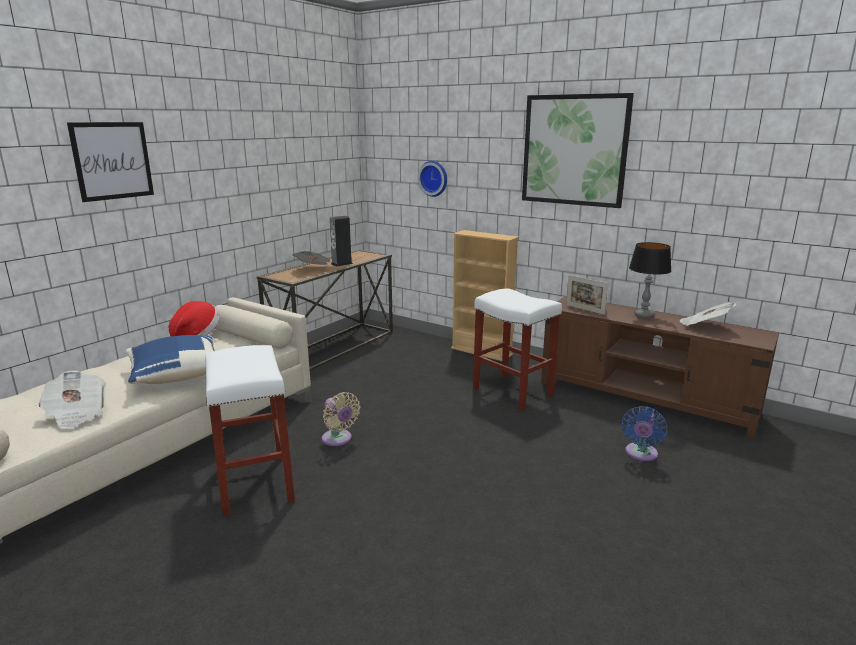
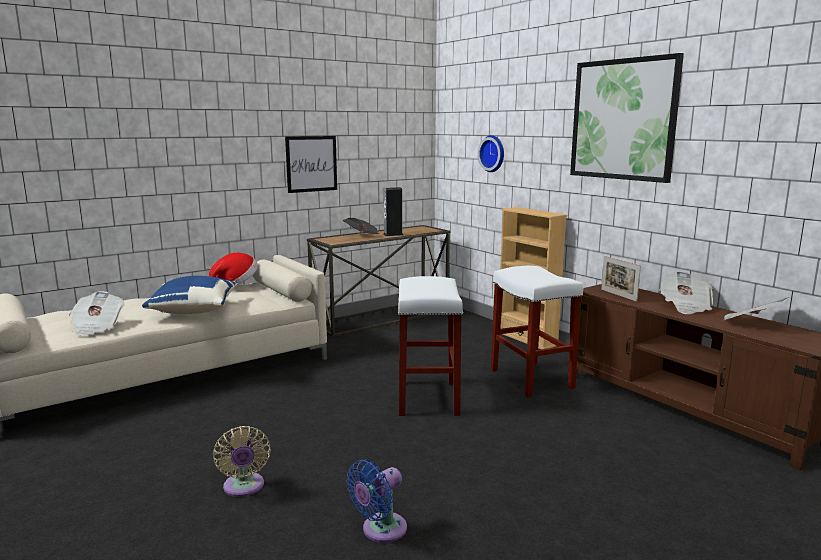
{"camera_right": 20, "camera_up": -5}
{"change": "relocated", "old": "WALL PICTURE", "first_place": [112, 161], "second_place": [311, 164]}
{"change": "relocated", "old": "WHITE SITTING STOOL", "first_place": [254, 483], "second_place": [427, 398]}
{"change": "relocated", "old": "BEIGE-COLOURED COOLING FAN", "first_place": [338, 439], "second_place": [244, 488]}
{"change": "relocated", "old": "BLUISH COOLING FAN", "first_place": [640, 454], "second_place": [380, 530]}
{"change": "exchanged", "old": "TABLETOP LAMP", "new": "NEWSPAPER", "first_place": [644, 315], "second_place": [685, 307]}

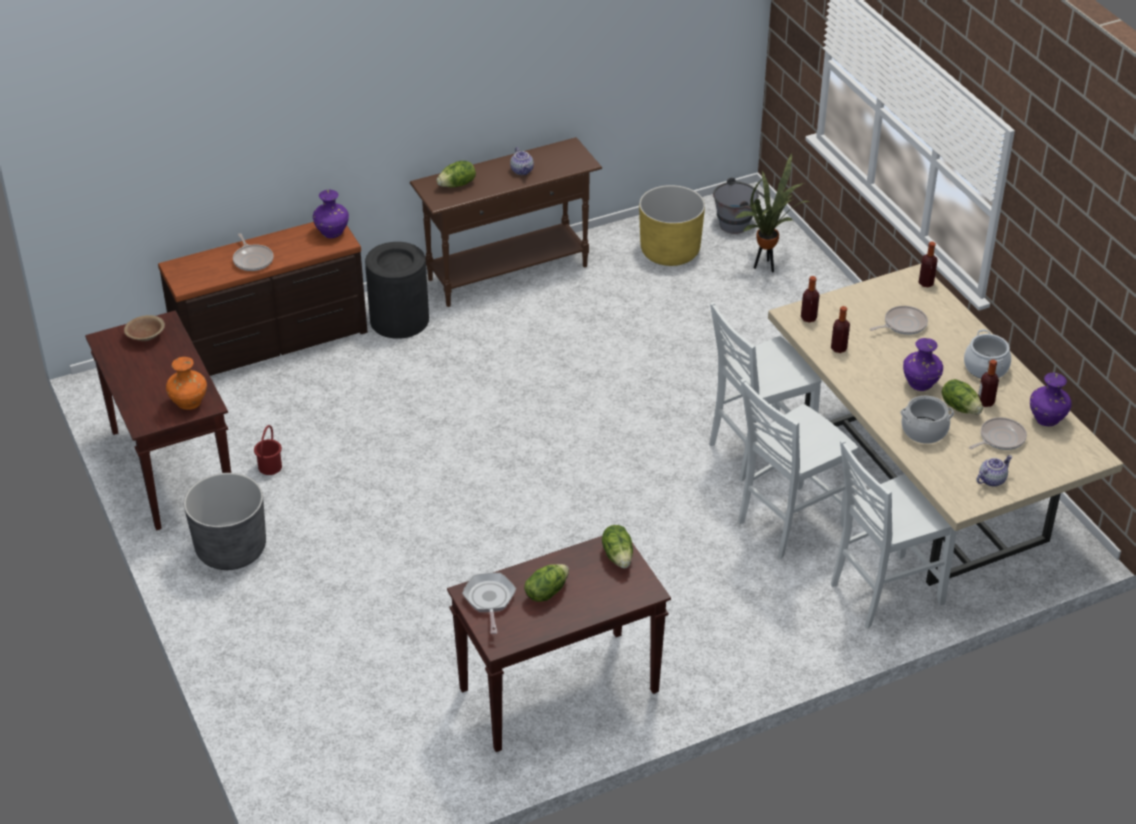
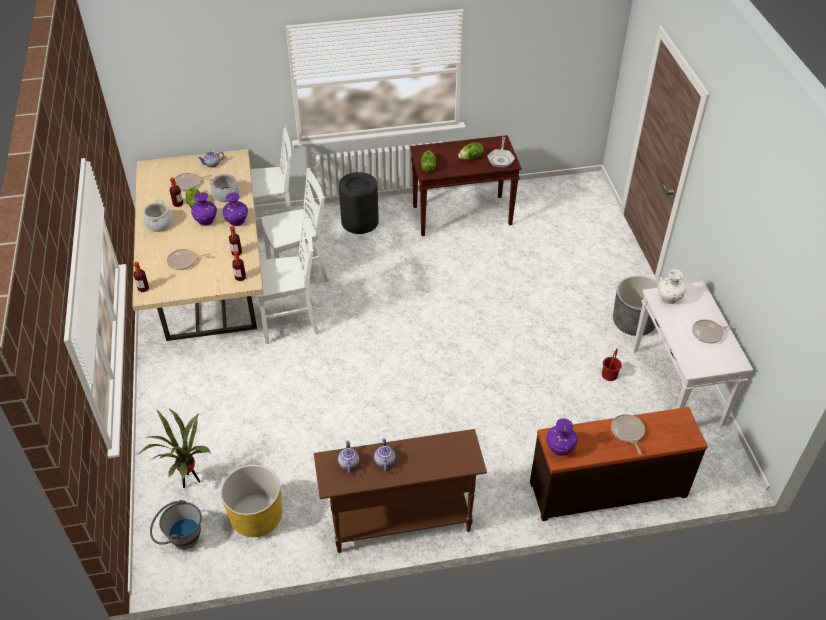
{"camera_right": -165, "camera_up": 5}
{"change": "colour", "old": "BROWN-COLOURED HALL TABLE", "new": "WHITE HALL TABLE", "first_place": [171, 468], "second_place": [677, 387]}
{"change": "missing", "old": "BROWN-COLOURED DEEP DISH", "first_place": [146, 336]}
{"change": "colour", "old": "ORANGE-COLOURED VASE", "new": "WHITE VASE", "first_place": [189, 403], "second_place": [668, 298]}
{"change": "relocated", "old": "BLACK-COLOURED TRASH CAN", "first_place": [399, 320], "second_place": [360, 221]}
{"change": "missing", "old": "LETTUCE HEAD", "first_place": [457, 184]}
{"change": "relocated", "old": "PURPLE VASE", "first_place": [1047, 419], "second_place": [236, 221]}
{"change": "appeared", "new": "POT FOR TEA", "second_place": [348, 463]}
{"change": "appeared", "new": "SKILLET", "second_place": [709, 333]}

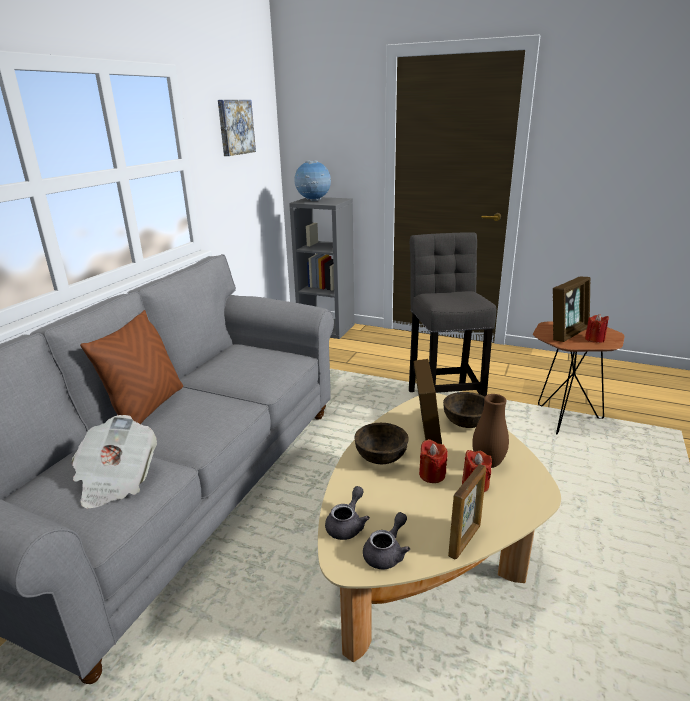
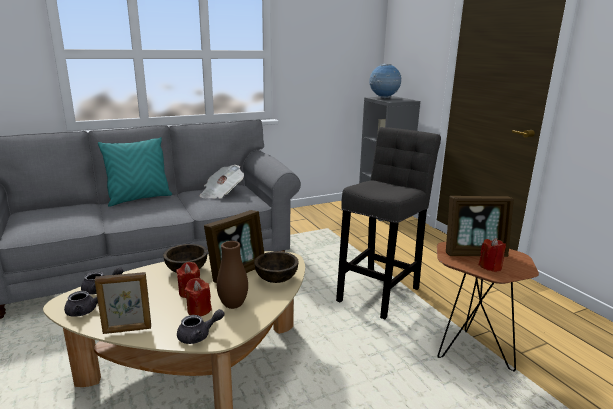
{"camera_right": 40, "camera_up": -5}
{"change": "relocated", "old": "NEWSPAPER", "first_place": [116, 479], "second_place": [221, 193]}
{"change": "colour", "old": "BROWN-COLOURED PILLOW", "new": "BLUE-GREEN PILLOW", "first_place": [147, 408], "second_place": [139, 199]}
{"change": "missing", "old": "WALL PICTURE", "first_place": [235, 127]}
{"change": "appeared", "new": "GRAY POT FOR TEA", "second_place": [199, 336]}

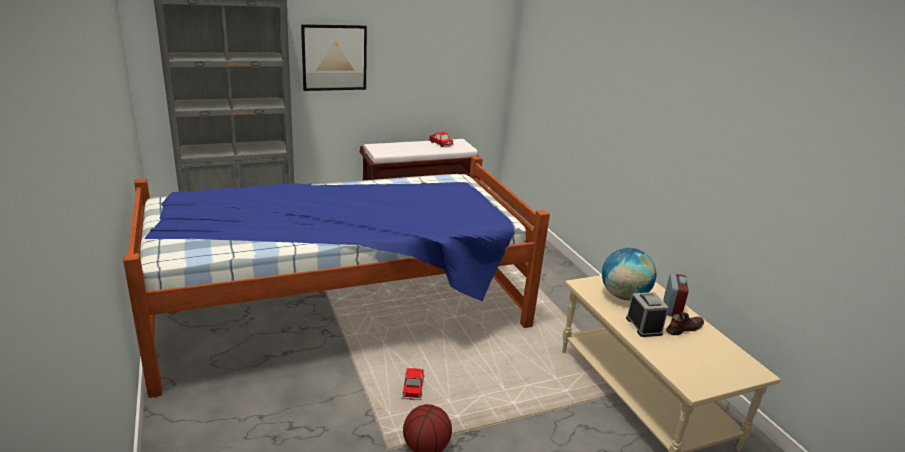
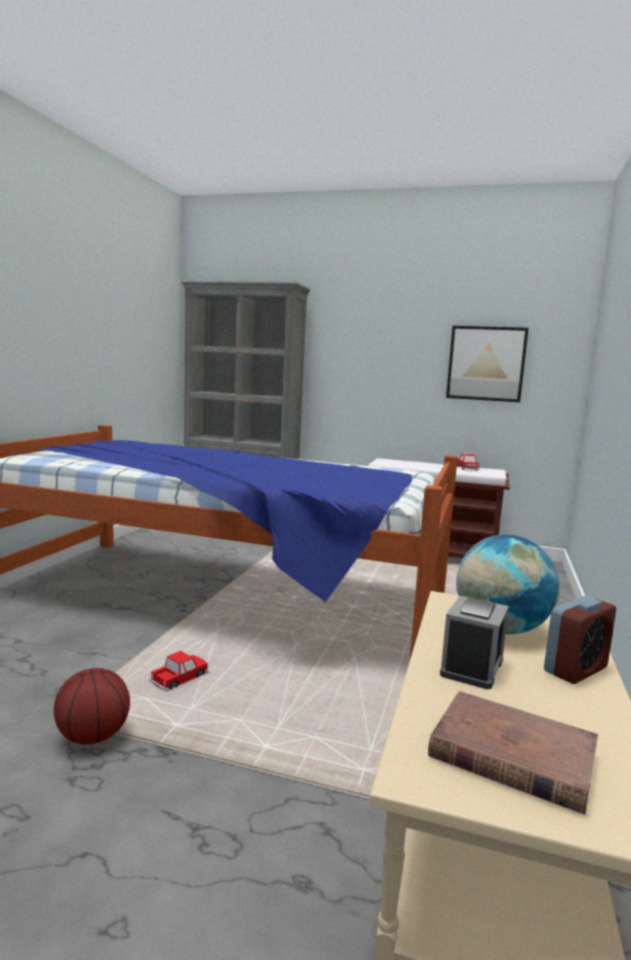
{"camera_right": 40, "camera_up": -15}
{"change": "relocated", "old": "WALL PICTURE", "first_place": [334, 57], "second_place": [486, 363]}
{"change": "missing", "old": "BROWN-COLOURED SHOE", "first_place": [683, 328]}
{"change": "appeared", "new": "BROWN-COLOURED BOUND BOOK", "second_place": [511, 755]}

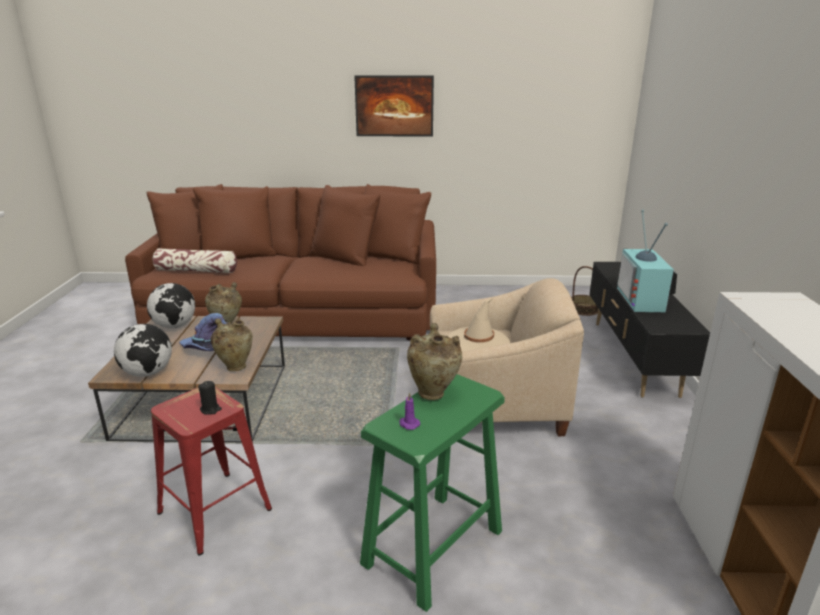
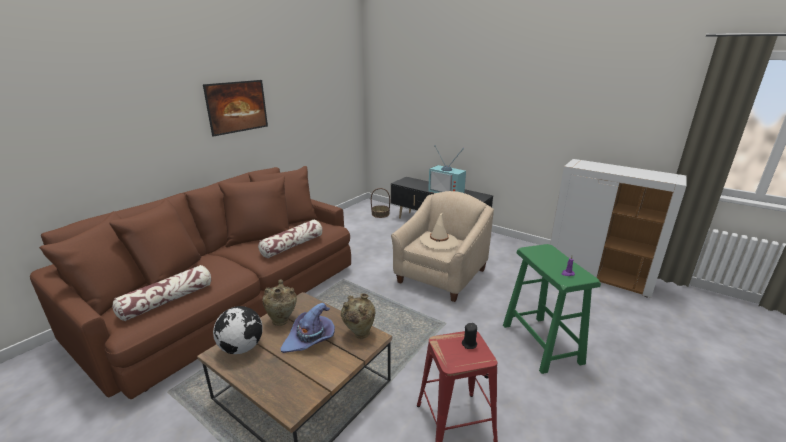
{"camera_right": -55, "camera_up": 0}
{"change": "missing", "old": "GLOBE", "first_place": [148, 373]}
{"change": "missing", "old": "BEIGE-COLOURED VASE", "first_place": [433, 393]}
{"change": "appeared", "new": "PILLOW", "second_place": [292, 245]}

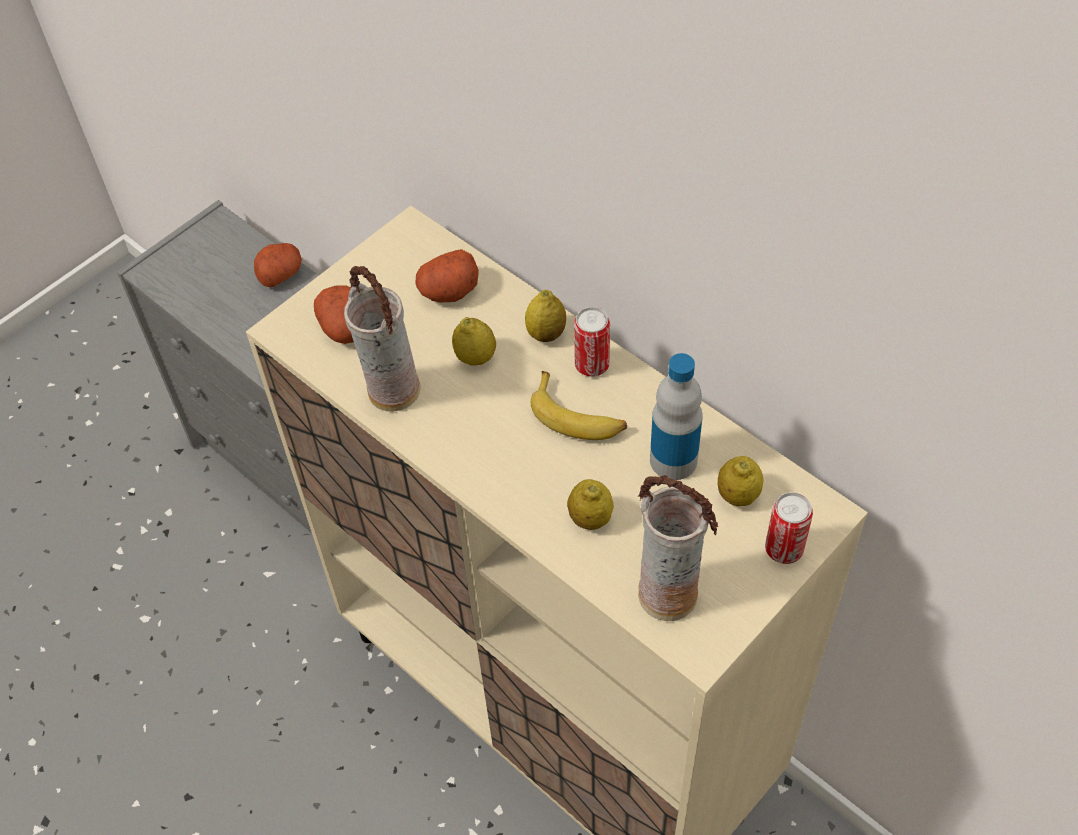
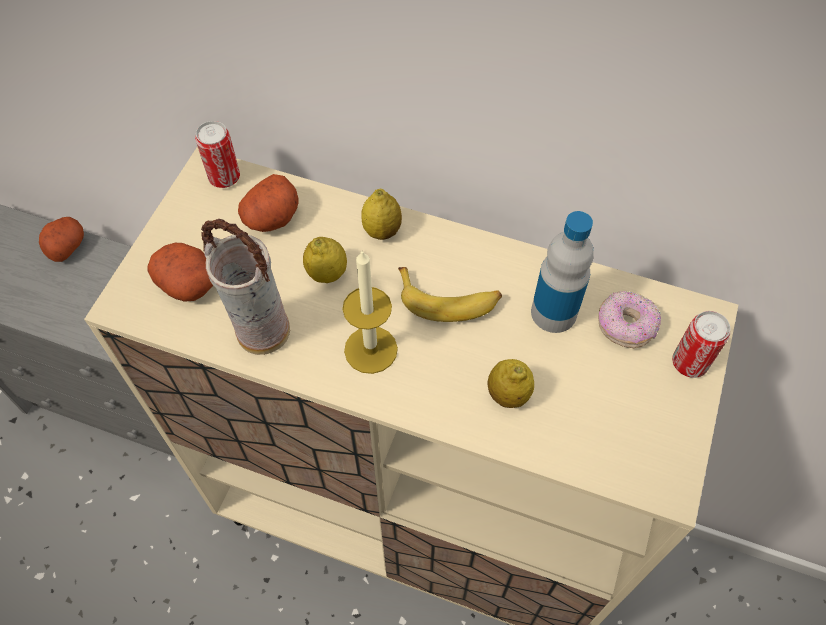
{"camera_right": -25, "camera_up": 5}
{"change": "relocated", "old": "METAL CAN", "first_place": [592, 365], "second_place": [224, 177]}
{"change": "missing", "old": "VASE", "first_place": [668, 593]}
{"change": "exchanged", "old": "WHOLE LEMON", "new": "RING DOUGHNUT", "first_place": [738, 495], "second_place": [625, 326]}
{"change": "appeared", "new": "CANDLE", "second_place": [371, 349]}

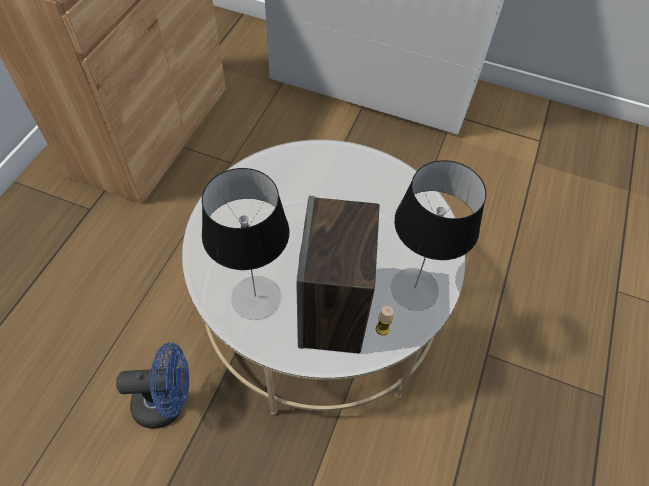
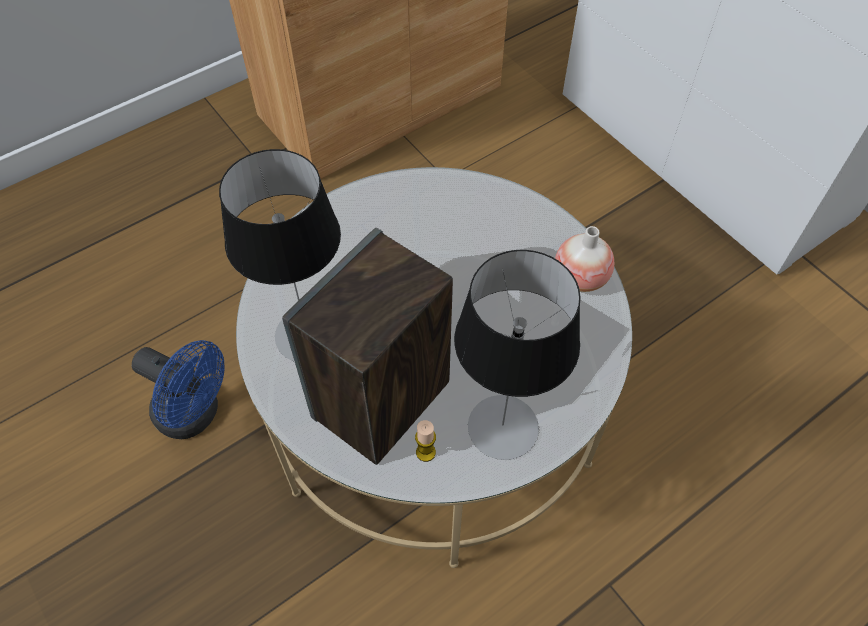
{"camera_right": 35, "camera_up": 0}
{"change": "appeared", "new": "VASE", "second_place": [580, 277]}

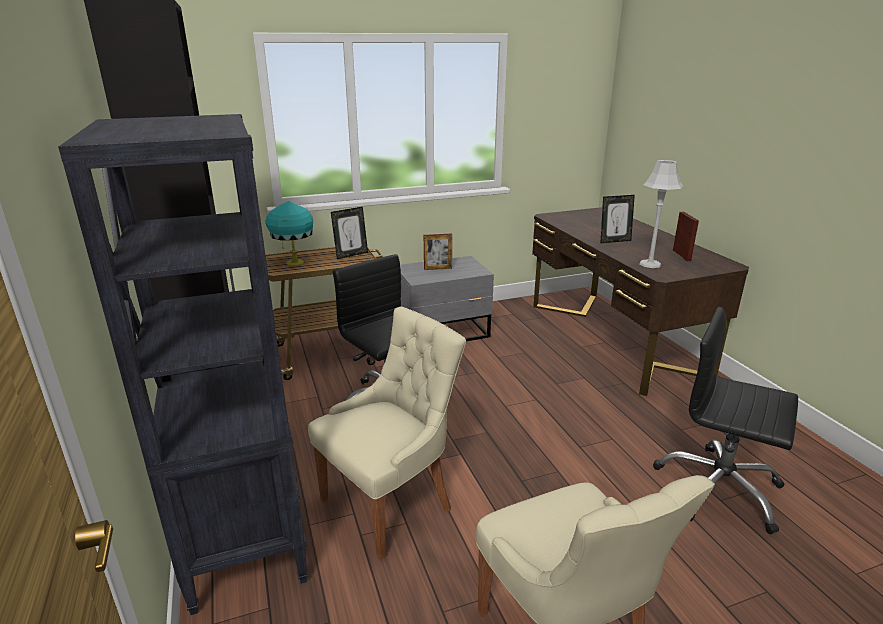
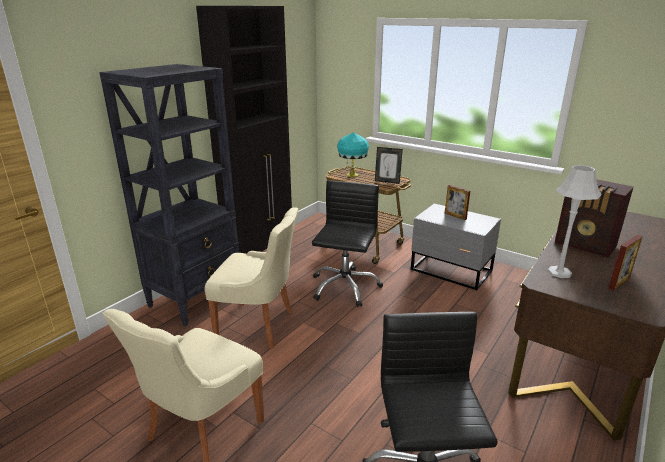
{"camera_right": 55, "camera_up": 0}
{"change": "exchanged", "old": "PICTURE FRAME", "new": "RADIO SET", "first_place": [614, 241], "second_place": [586, 245]}

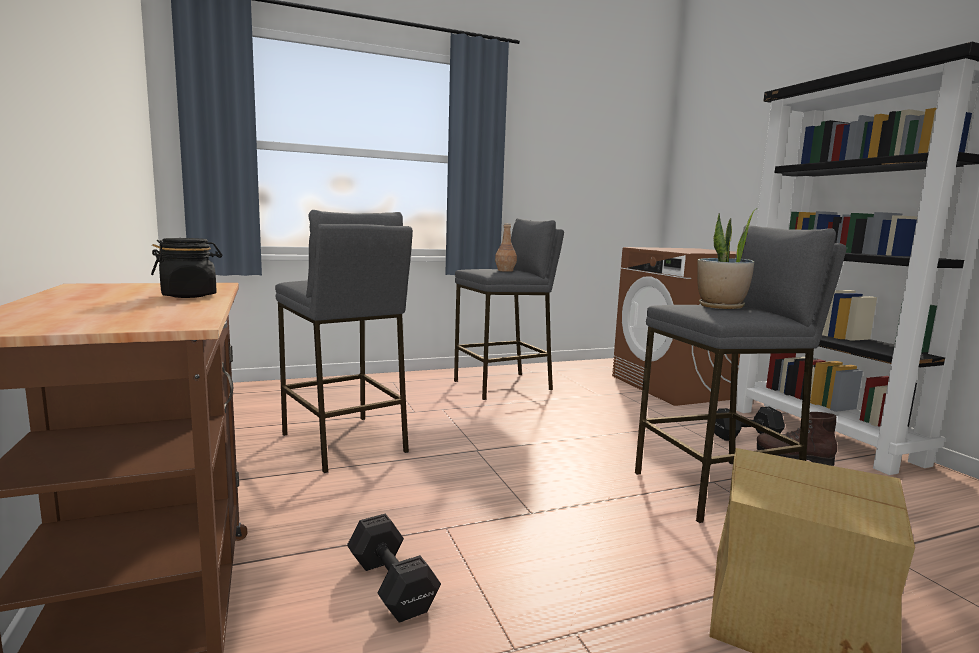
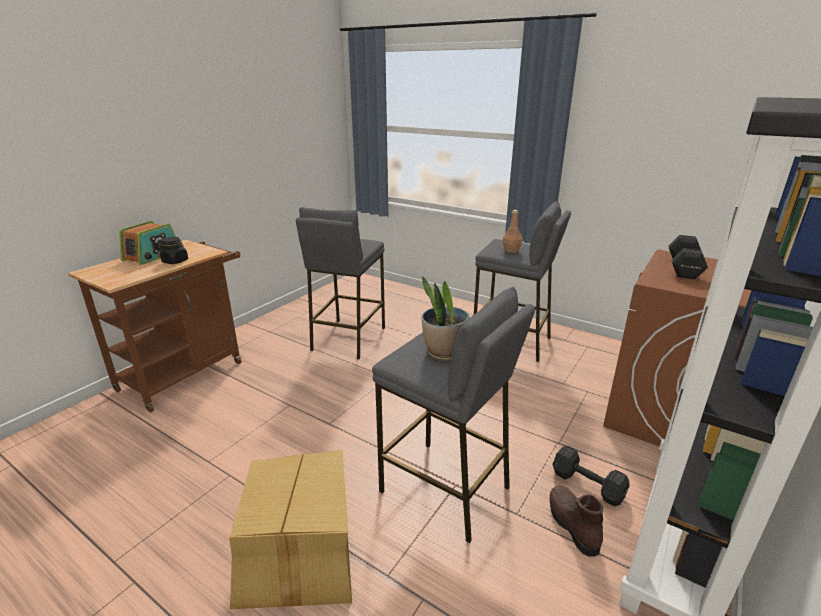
{"camera_right": 55, "camera_up": 15}
{"change": "relocated", "old": "BLACK-COLOURED FREE WEIGHT", "first_place": [391, 587], "second_place": [683, 268]}
{"change": "appeared", "new": "RADIO SET", "second_place": [152, 256]}

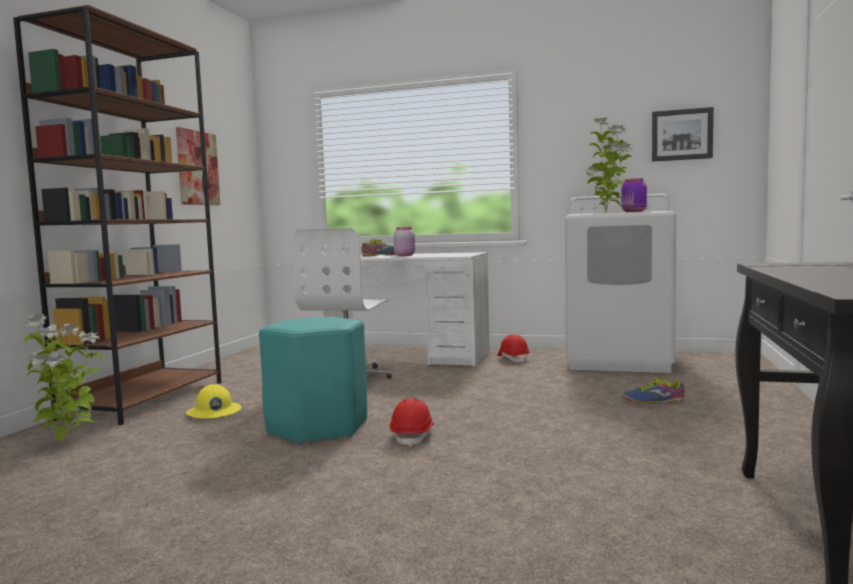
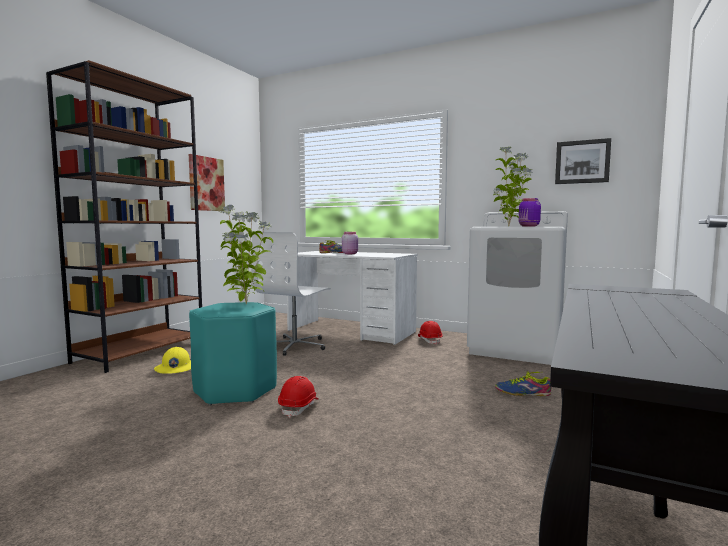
{"camera_right": 10, "camera_up": 0}
{"change": "relocated", "old": "PLANT IN A POT", "first_place": [68, 442], "second_place": [245, 304]}

